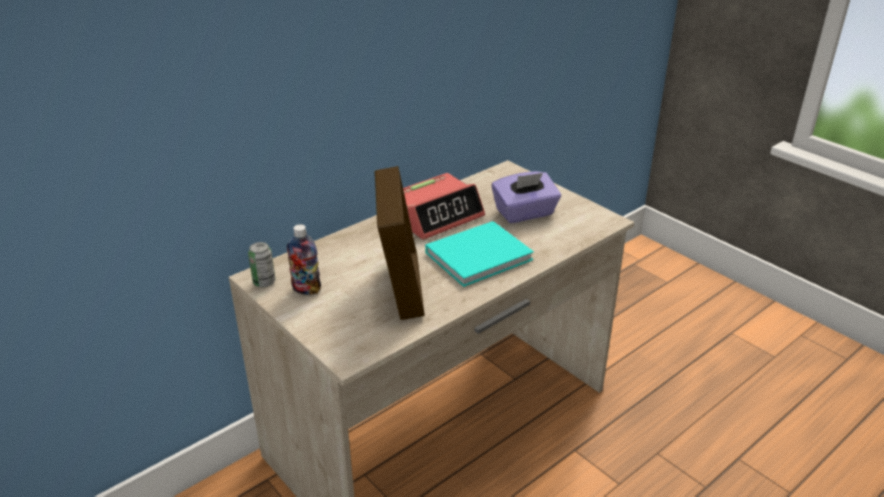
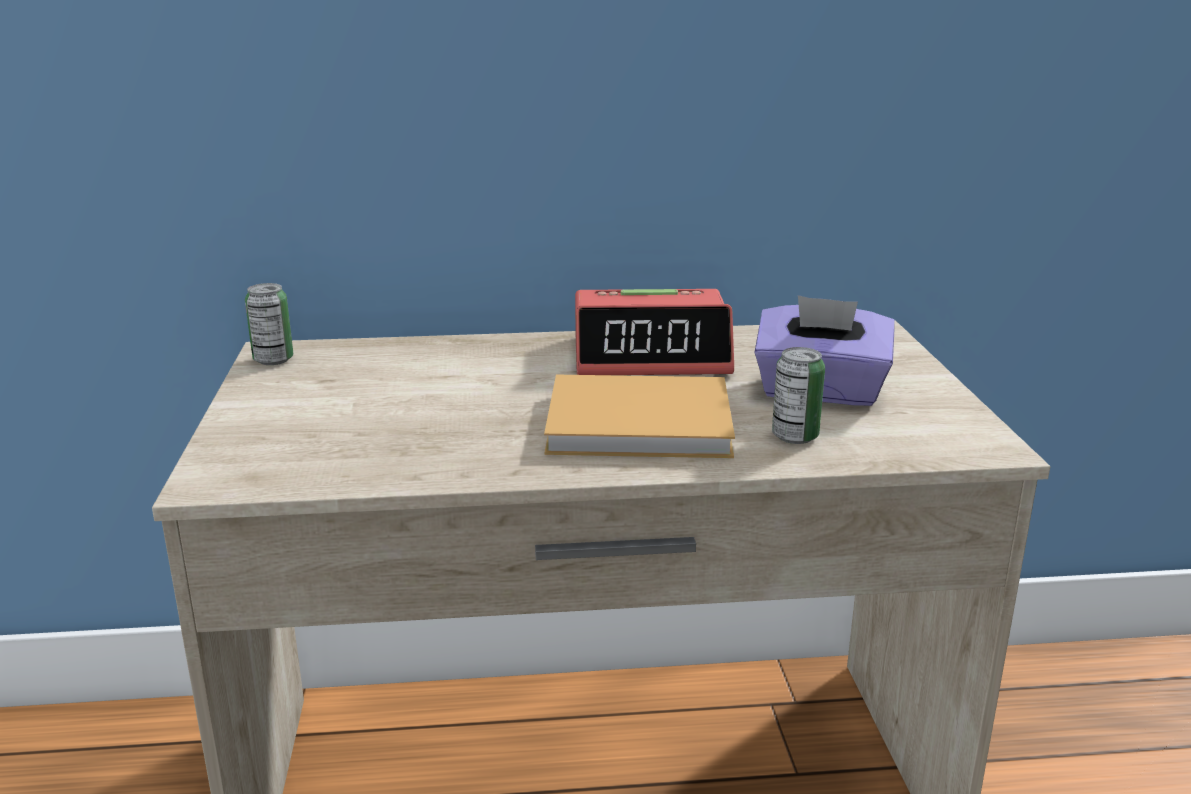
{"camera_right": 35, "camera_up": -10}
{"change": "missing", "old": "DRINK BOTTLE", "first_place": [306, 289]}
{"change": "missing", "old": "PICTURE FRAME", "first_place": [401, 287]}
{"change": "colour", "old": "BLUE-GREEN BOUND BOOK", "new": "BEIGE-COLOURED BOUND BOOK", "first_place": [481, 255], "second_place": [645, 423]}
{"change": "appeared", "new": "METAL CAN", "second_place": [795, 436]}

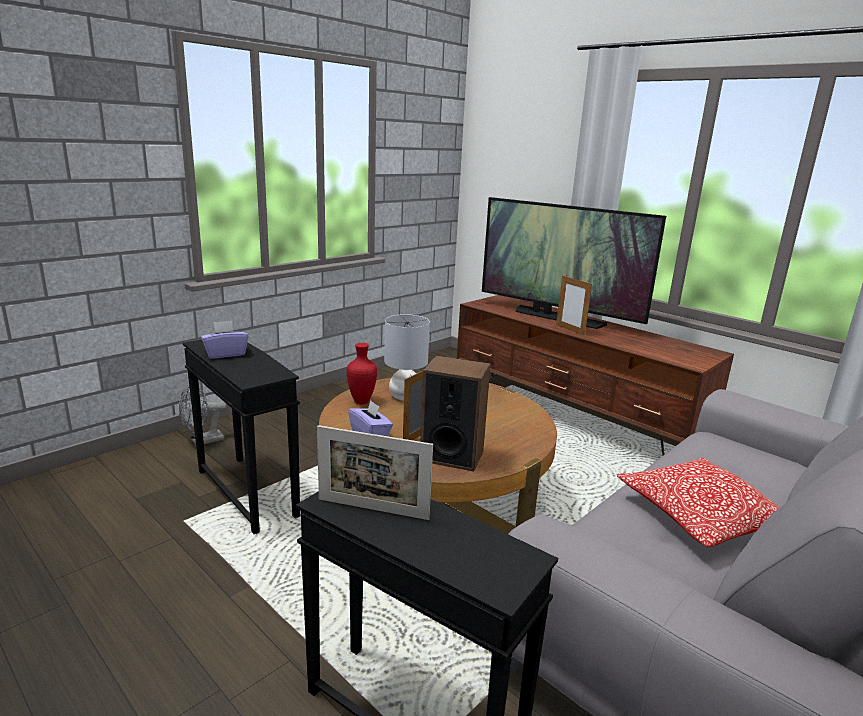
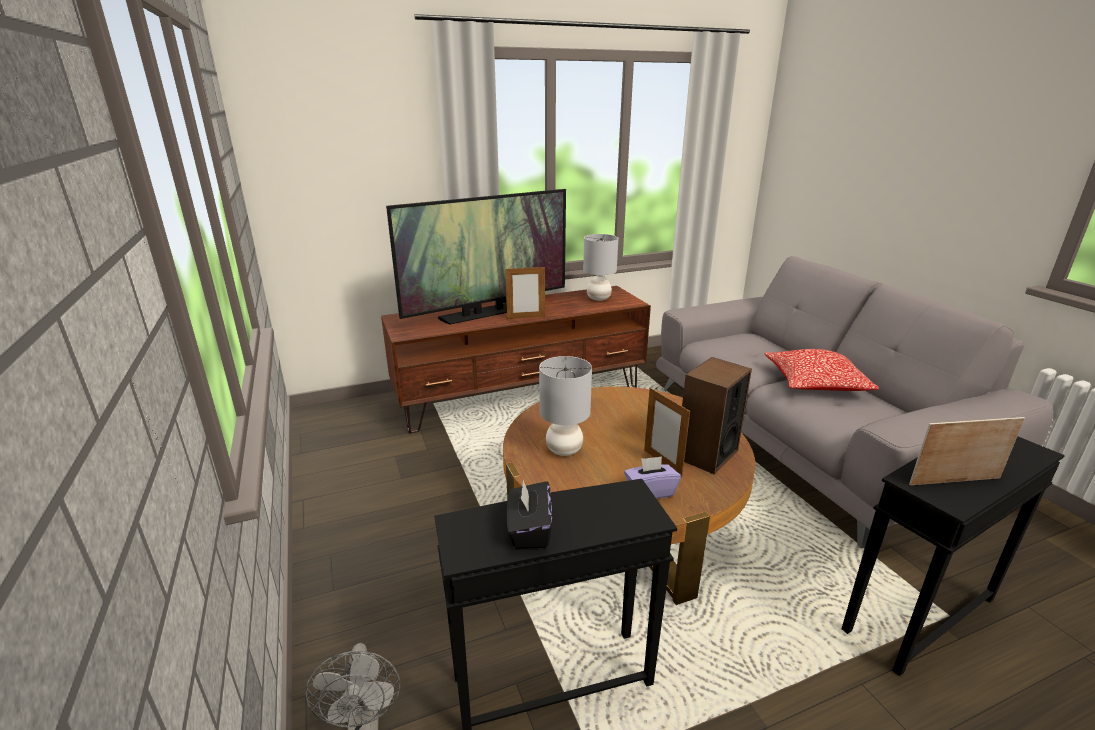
{"camera_right": -65, "camera_up": 5}
{"change": "colour", "old": "PURPLE TISSUE HOLDER", "new": "BLACK-COLOURED TISSUE HOLDER", "first_place": [225, 354], "second_place": [529, 530]}
{"change": "spun", "old": "PICTURE FRAME", "first_place": [373, 509], "second_place": [954, 481], "degrees": -135}
{"change": "missing", "old": "RED-COLOURED VASE", "first_place": [362, 402]}
{"change": "appeared", "new": "GRAY TABLETOP LAMP", "second_place": [598, 298]}

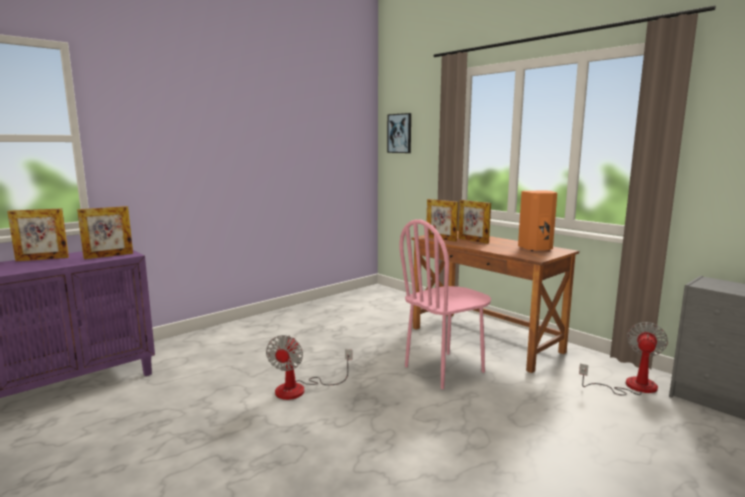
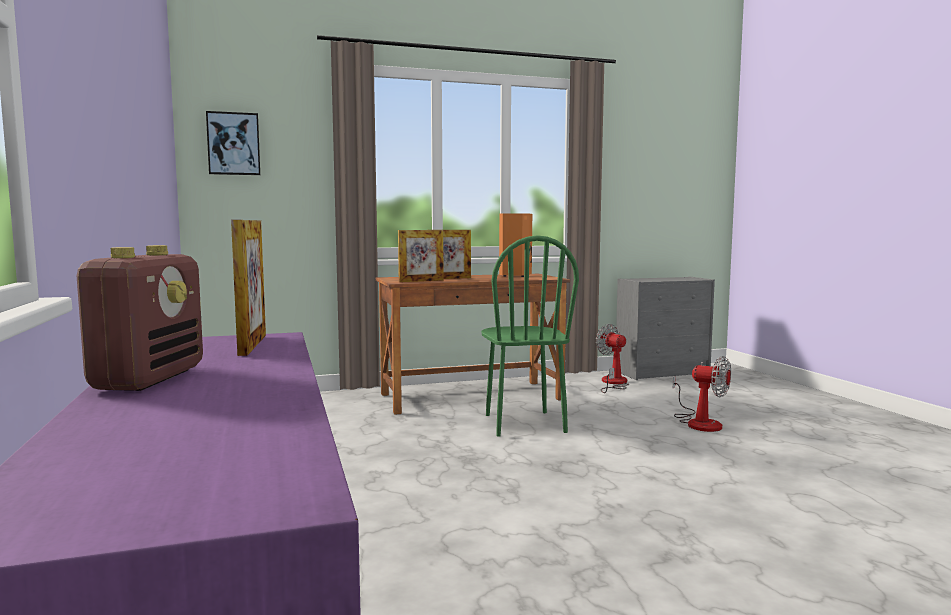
{"camera_right": -65, "camera_up": -5}
{"change": "exchanged", "old": "PICTURE FRAME", "new": "RADIO SET", "first_place": [42, 259], "second_place": [149, 379]}
{"change": "relocated", "old": "COOLING FAN", "first_place": [300, 389], "second_place": [699, 422]}
{"change": "colour", "old": "PINKISH CHAIR", "new": "GREEN CHAIR", "first_place": [444, 369], "second_place": [523, 423]}

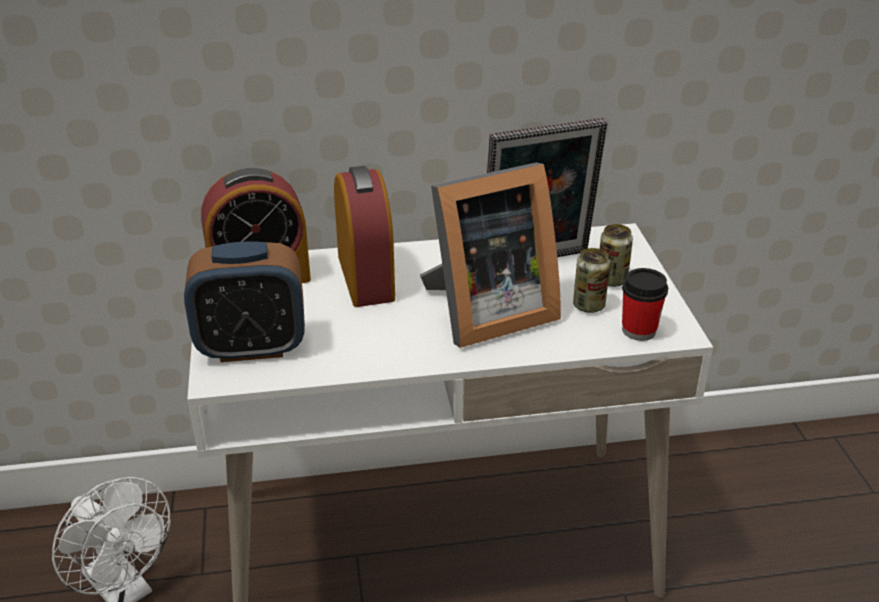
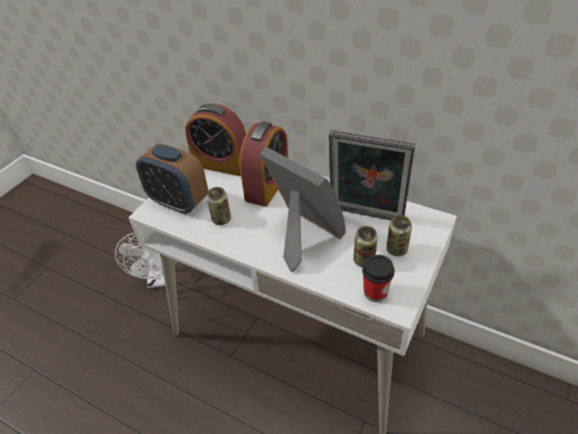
{"camera_right": 40, "camera_up": 10}
{"change": "spun", "old": "PICTURE FRAME", "first_place": [485, 313], "second_place": [302, 236], "degrees": -150}
{"change": "appeared", "new": "METAL CAN", "second_place": [221, 219]}

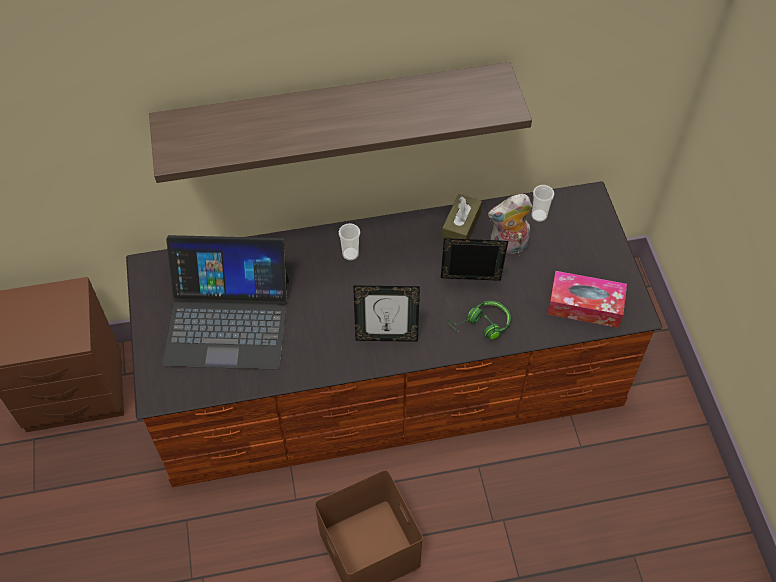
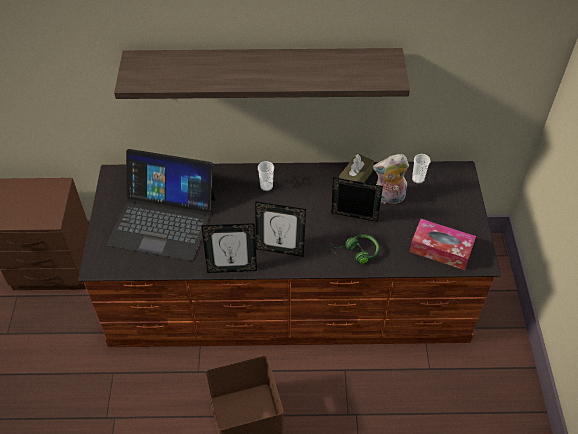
{"camera_right": 10, "camera_up": -5}
{"change": "appeared", "new": "PICTURE FRAME", "second_place": [232, 268]}

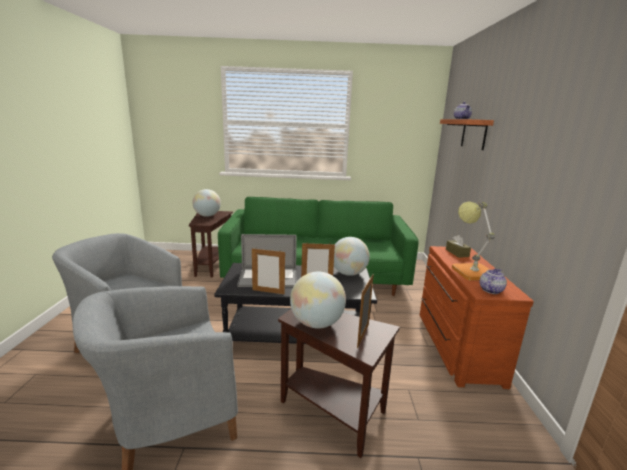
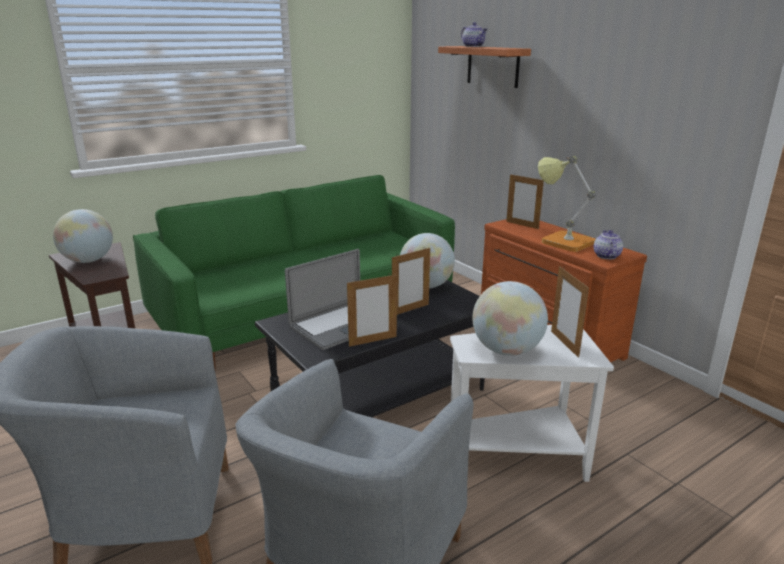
{"camera_right": -35, "camera_up": 5}
{"change": "colour", "old": "BROWN-COLOURED SIDE TABLE", "new": "WHITE SIDE TABLE", "first_place": [334, 414], "second_place": [521, 457]}
{"change": "exchanged", "old": "BROWN-COLOURED TISSUE HOLDER", "new": "PICTURE FRAME", "first_place": [457, 253], "second_place": [522, 225]}

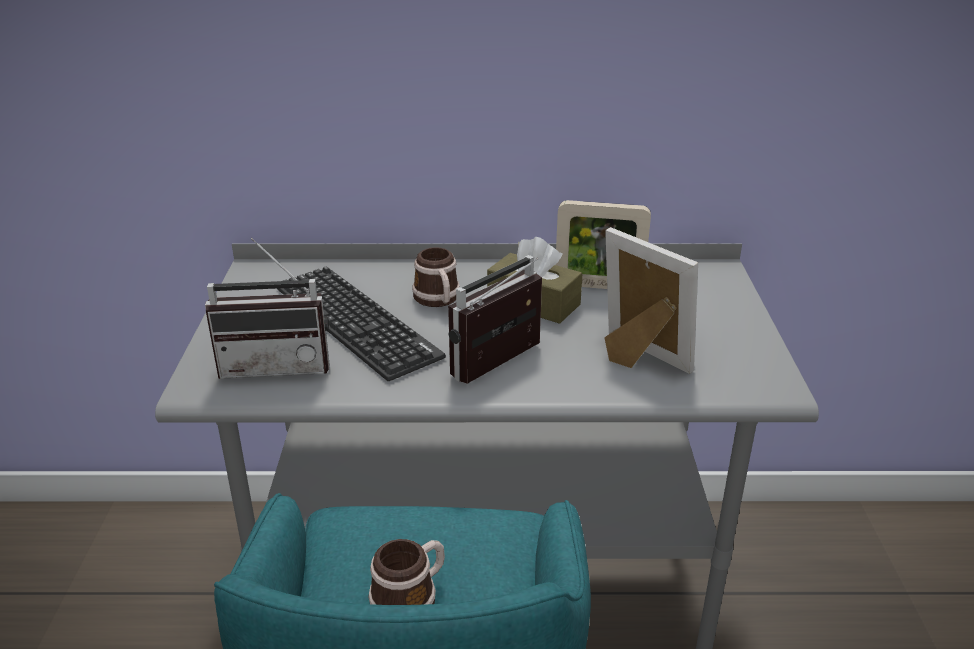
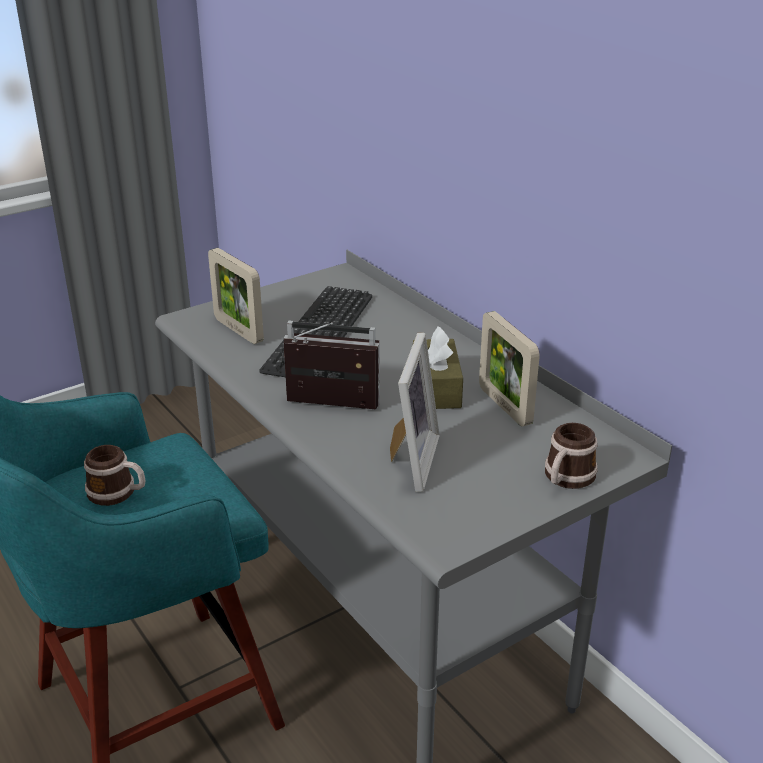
{"camera_right": 55, "camera_up": 0}
{"change": "exchanged", "old": "RADIO SET", "new": "PICTURE FRAME", "first_place": [277, 364], "second_place": [238, 330]}
{"change": "relocated", "old": "TEA MUG", "first_place": [438, 300], "second_place": [566, 479]}

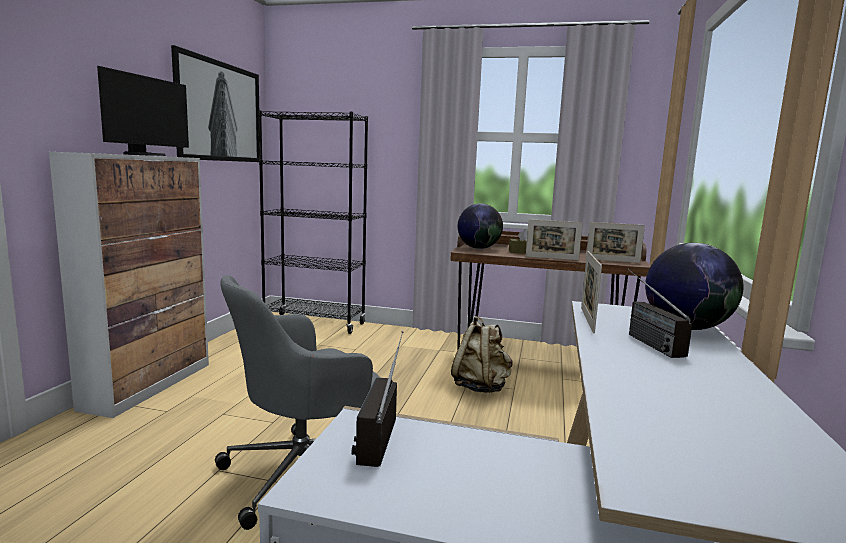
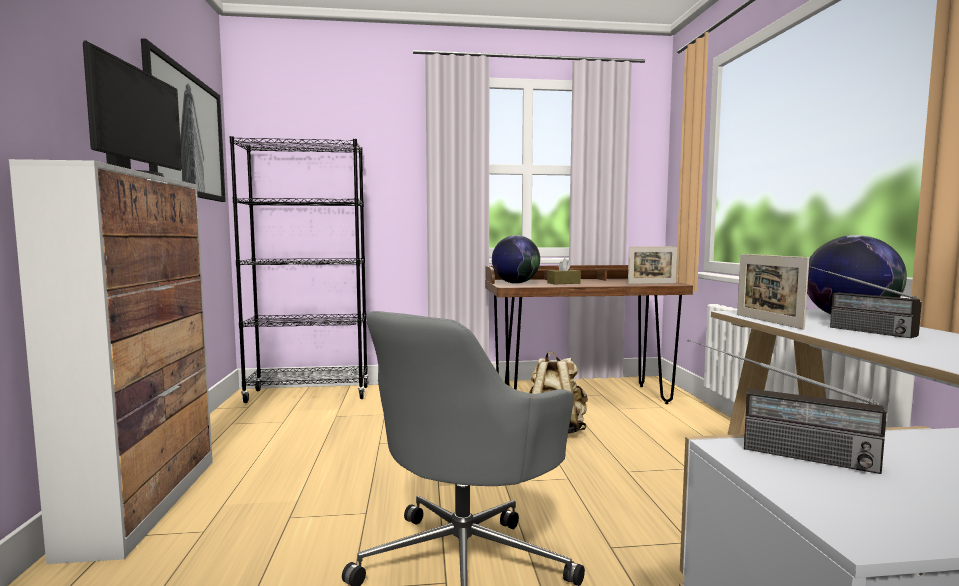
{"camera_right": -20, "camera_up": -5}
{"change": "spun", "old": "RADIO SET", "first_place": [379, 428], "second_place": [772, 450], "degrees": -45}
{"change": "missing", "old": "PICTURE FRAME", "first_place": [552, 258]}

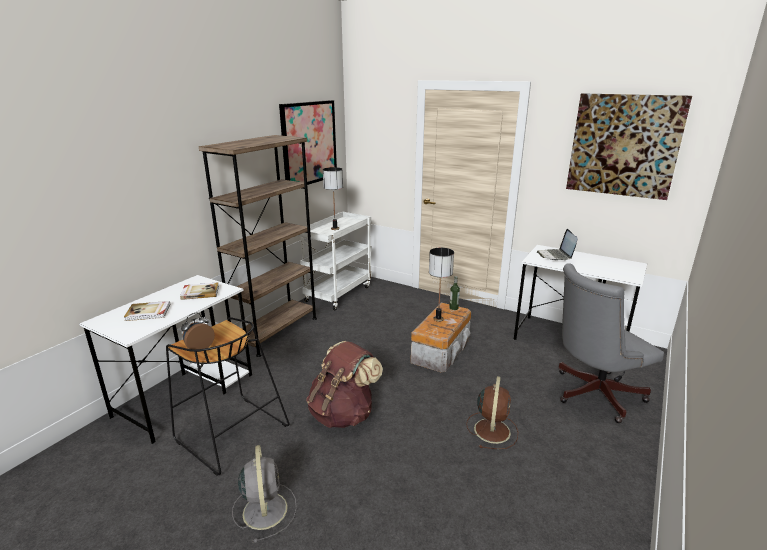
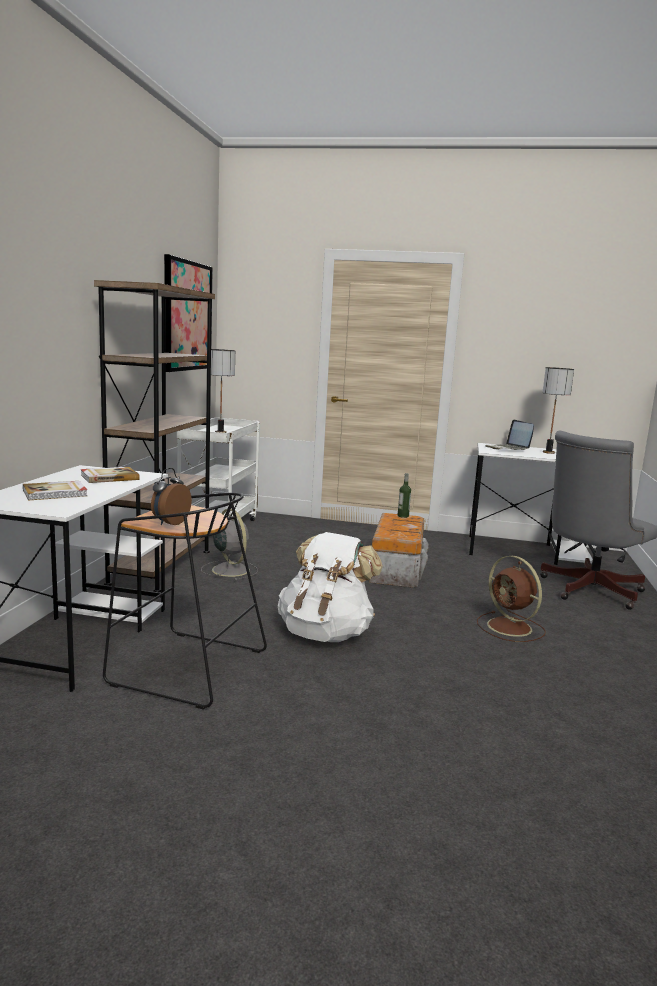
{"camera_right": -20, "camera_up": -10}
{"change": "relocated", "old": "GRAY COOLING FAN", "first_place": [265, 509], "second_place": [229, 569]}
{"change": "colour", "old": "BROWN-COLOURED RUCKSACK", "new": "WHITE RUCKSACK", "first_place": [343, 414], "second_place": [326, 633]}
{"change": "relocated", "old": "TABLETOP LAMP", "first_place": [438, 319], "second_place": [548, 452]}
{"change": "spun", "old": "BROWN-COLOURED COOLING FAN", "first_place": [492, 429], "second_place": [511, 628], "degrees": 150}
{"change": "missing", "old": "WALL PICTURE", "first_place": [623, 146]}

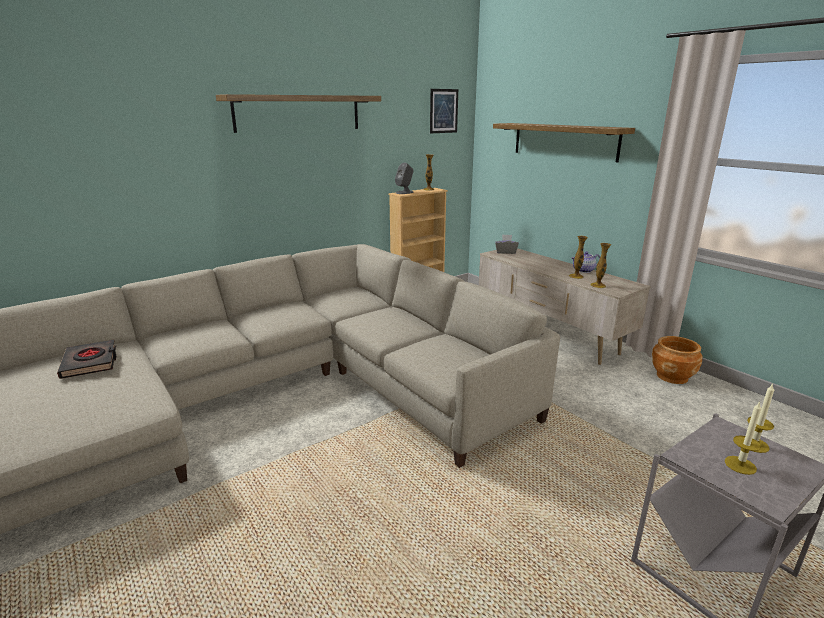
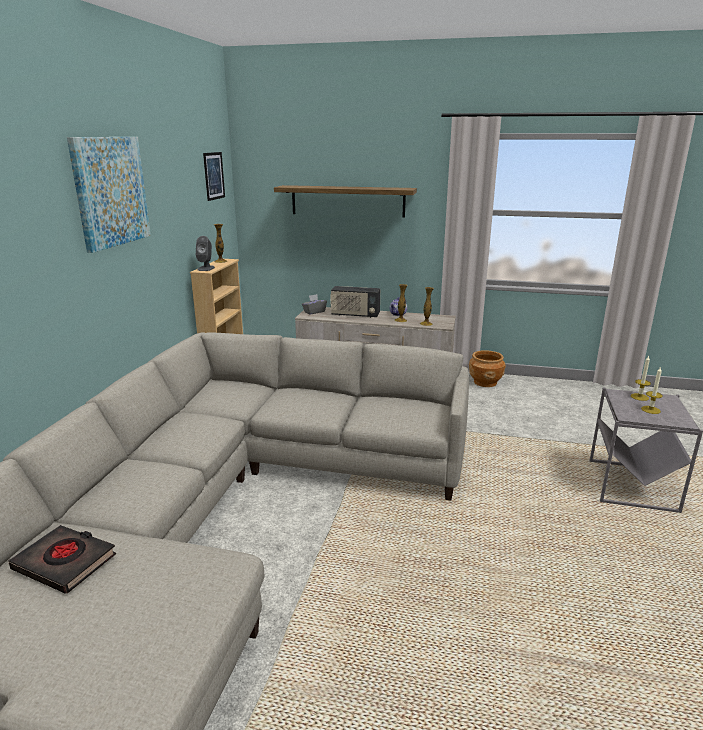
{"camera_right": -40, "camera_up": 0}
{"change": "exchanged", "old": "WALL SHELF", "new": "WALL PICTURE", "first_place": [298, 113], "second_place": [110, 191]}
{"change": "appeared", "new": "RADIO SET", "second_place": [355, 315]}

